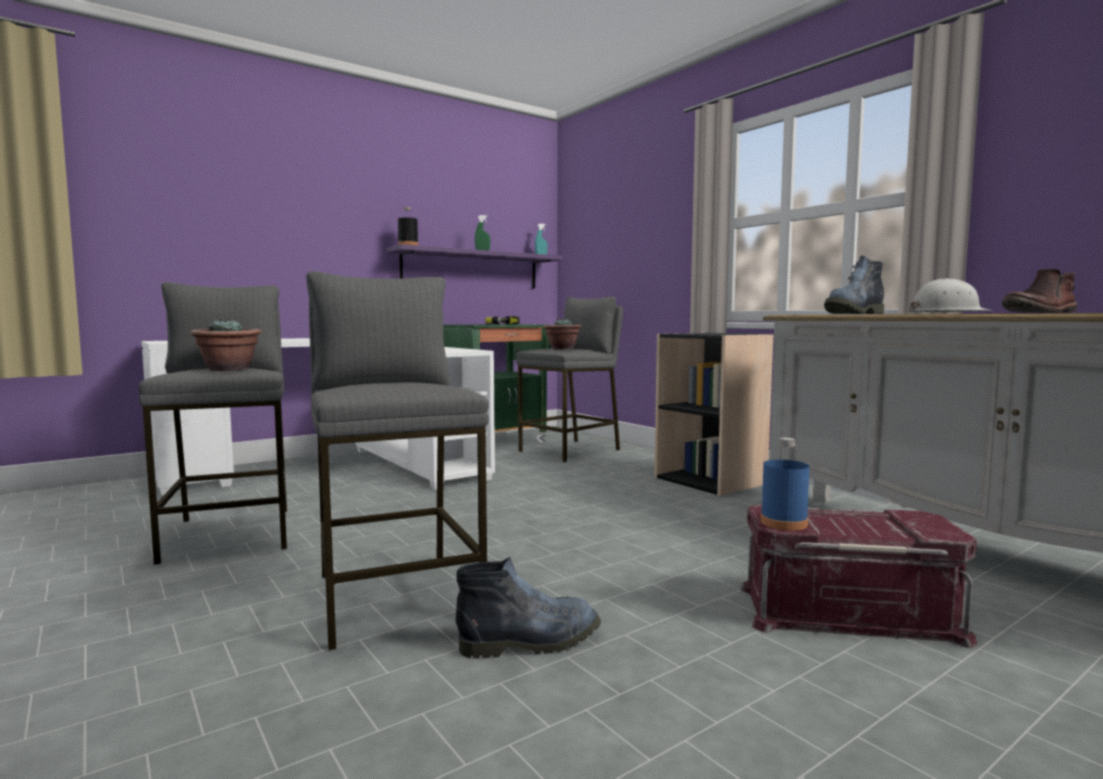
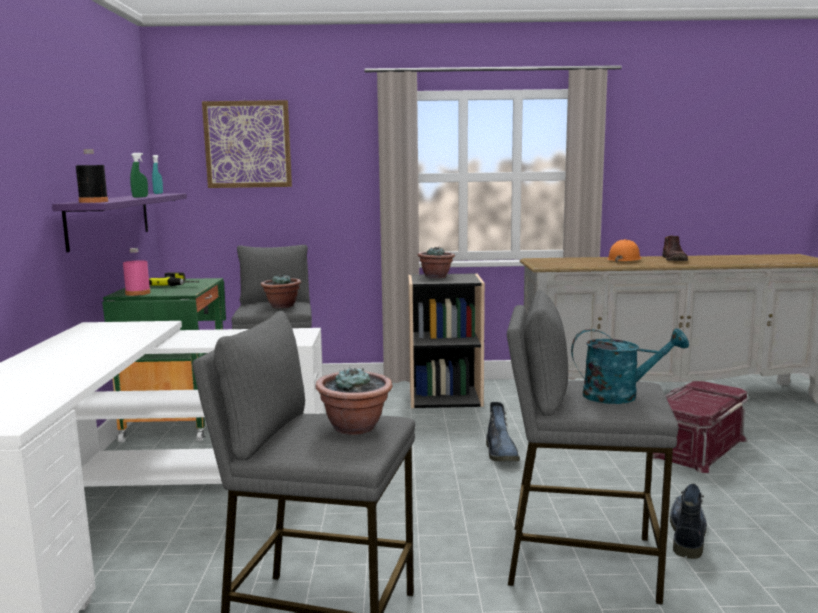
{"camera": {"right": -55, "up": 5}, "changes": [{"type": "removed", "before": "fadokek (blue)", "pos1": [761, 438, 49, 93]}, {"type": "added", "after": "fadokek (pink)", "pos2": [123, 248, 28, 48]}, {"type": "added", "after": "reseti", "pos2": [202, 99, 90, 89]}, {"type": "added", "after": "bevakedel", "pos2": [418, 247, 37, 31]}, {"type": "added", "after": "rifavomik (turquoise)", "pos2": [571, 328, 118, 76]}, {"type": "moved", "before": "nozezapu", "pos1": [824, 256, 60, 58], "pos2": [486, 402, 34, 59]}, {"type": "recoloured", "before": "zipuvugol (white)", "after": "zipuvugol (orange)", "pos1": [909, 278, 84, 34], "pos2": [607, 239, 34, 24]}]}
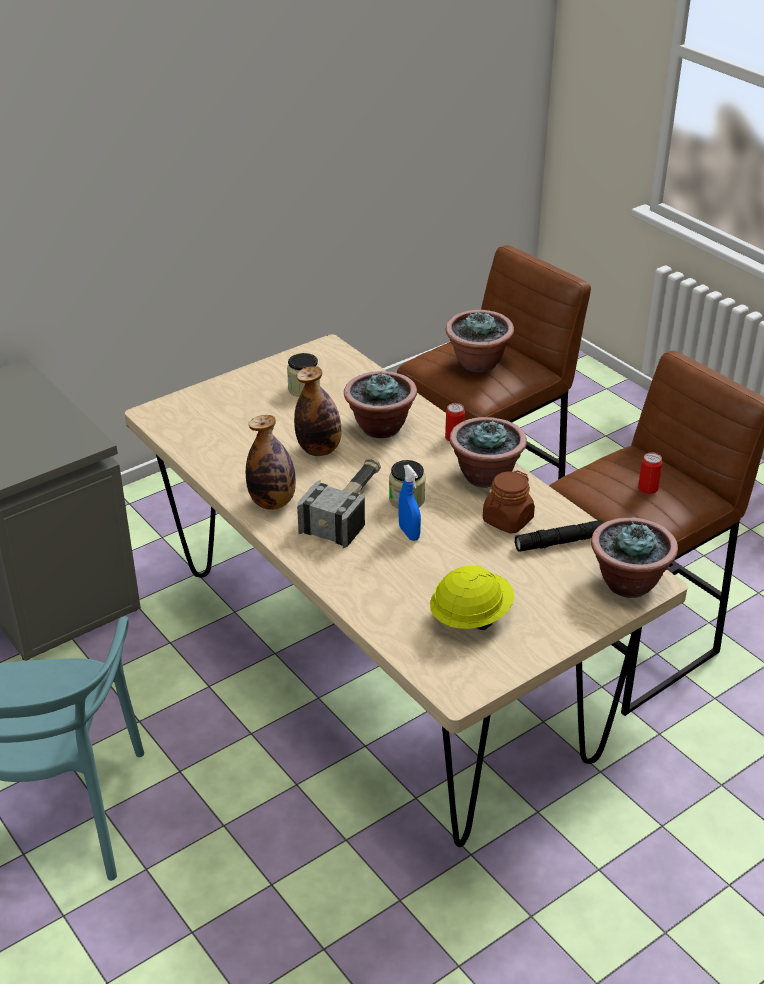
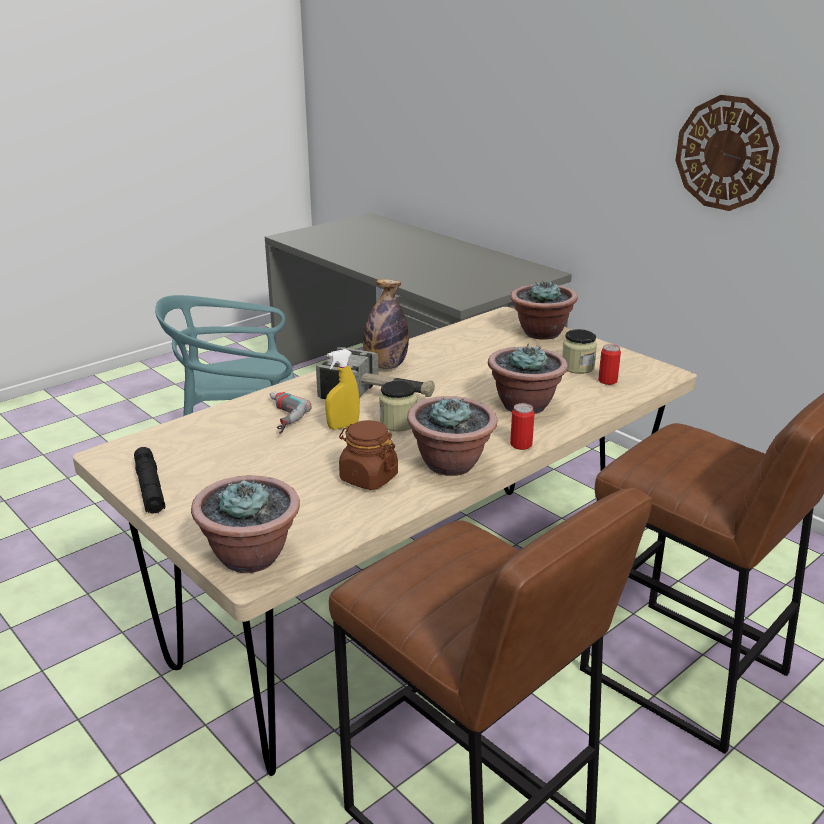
{"camera": {"right": 85, "up": -10}, "changes": [{"type": "removed", "before": "fadokek", "pos1": [294, 366, 47, 90]}, {"type": "removed", "before": "zipuvugol (yellow)", "pos1": [430, 566, 84, 64]}, {"type": "added", "after": "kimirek", "pos2": [270, 392, 42, 42]}, {"type": "added", "after": "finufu", "pos2": [675, 95, 105, 116]}, {"type": "moved", "before": "bevakedel", "pos1": [446, 310, 68, 62], "pos2": [510, 279, 68, 61]}, {"type": "moved", "before": "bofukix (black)", "pos1": [515, 520, 88, 32], "pos2": [134, 447, 31, 67]}, {"type": "moved", "before": "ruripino", "pos1": [638, 453, 25, 41], "pos2": [598, 344, 23, 41]}, {"type": "recoloured", "before": "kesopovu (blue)", "after": "kesopovu (yellow)", "pos1": [398, 464, 23, 77], "pos2": [325, 349, 35, 81]}]}
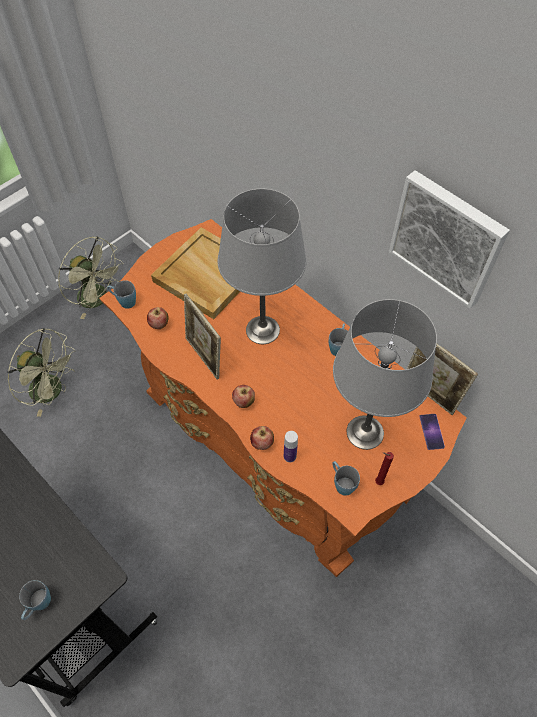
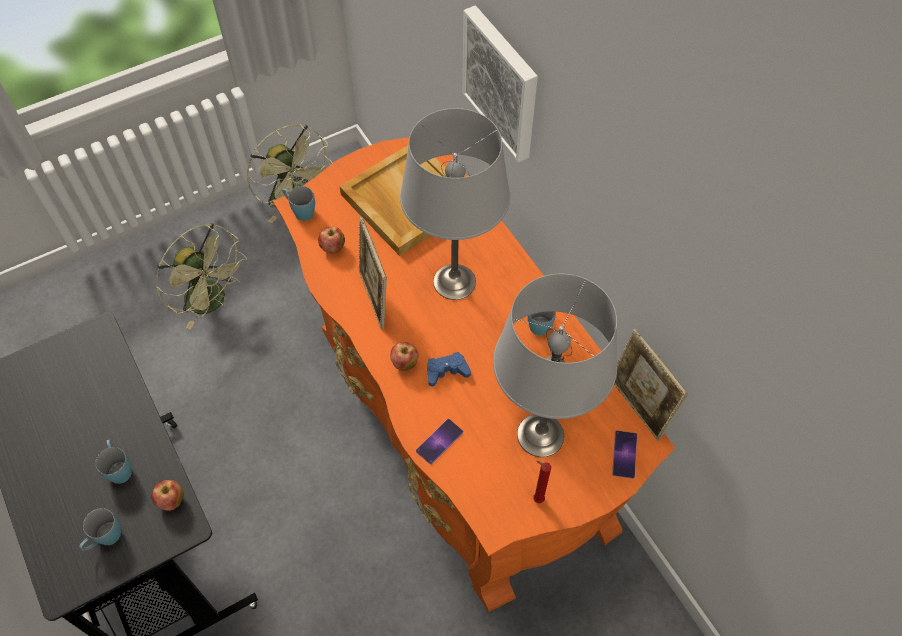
{"camera": {"right": 15, "up": 0}, "changes": [{"type": "added", "after": "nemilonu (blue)", "pos2": [427, 352, 44, 34]}, {"type": "moved", "before": "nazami", "pos1": [250, 426, 24, 24], "pos2": [151, 480, 33, 31]}, {"type": "moved", "before": "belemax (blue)", "pos1": [332, 461, 28, 35], "pos2": [95, 439, 37, 45]}, {"type": "moved", "before": "reseti", "pos1": [389, 170, 121, 139], "pos2": [462, 5, 76, 157]}, {"type": "replaced", "before": "fadokek", "after": "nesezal", "pos1": [284, 431, 14, 31], "pos2": [416, 419, 48, 46]}]}
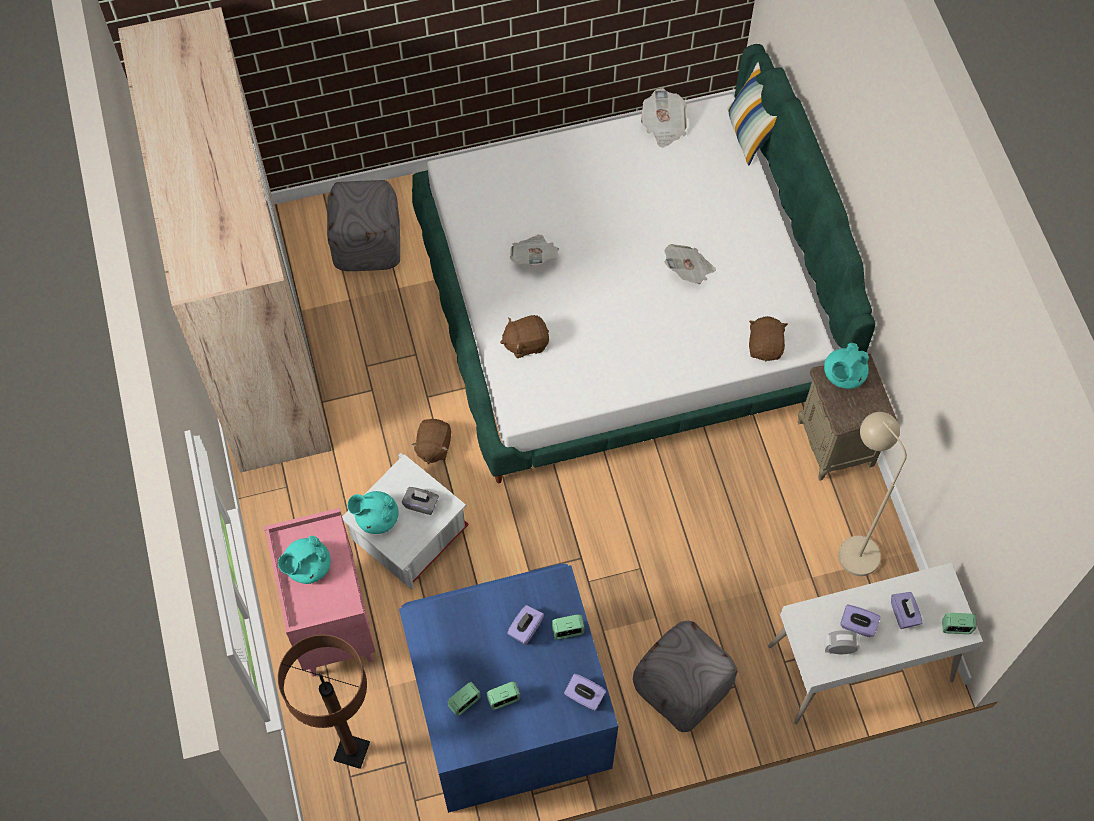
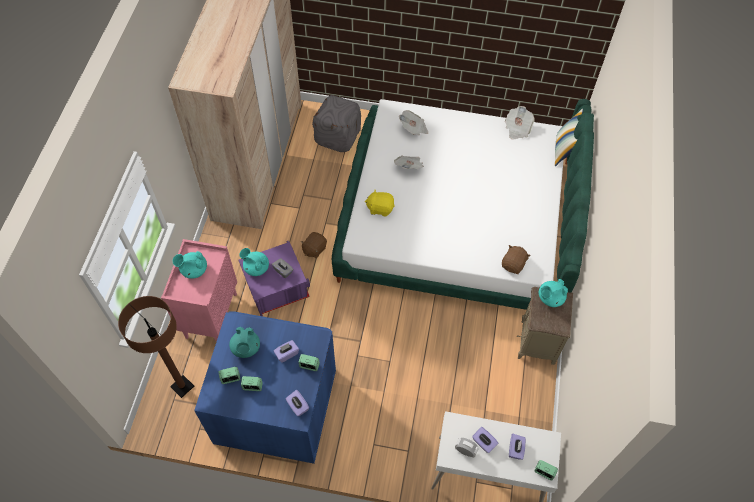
{"camera": {"right": 25, "up": -5}, "changes": [{"type": "removed", "before": "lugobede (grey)", "pos1": [633, 621, 105, 111]}, {"type": "removed", "before": "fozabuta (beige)", "pos1": [838, 412, 69, 164]}, {"type": "added", "after": "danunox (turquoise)", "pos2": [229, 327, 31, 31]}, {"type": "moved", "before": "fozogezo", "pos1": [664, 244, 52, 40], "pos2": [399, 110, 30, 25]}, {"type": "recoloured", "before": "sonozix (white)", "after": "sonozix (purple)", "pos1": [342, 453, 127, 137], "pos2": [238, 241, 72, 75]}, {"type": "recoloured", "before": "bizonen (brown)", "after": "bizonen (yellow)", "pos1": [500, 315, 49, 43], "pos2": [365, 190, 30, 27]}]}
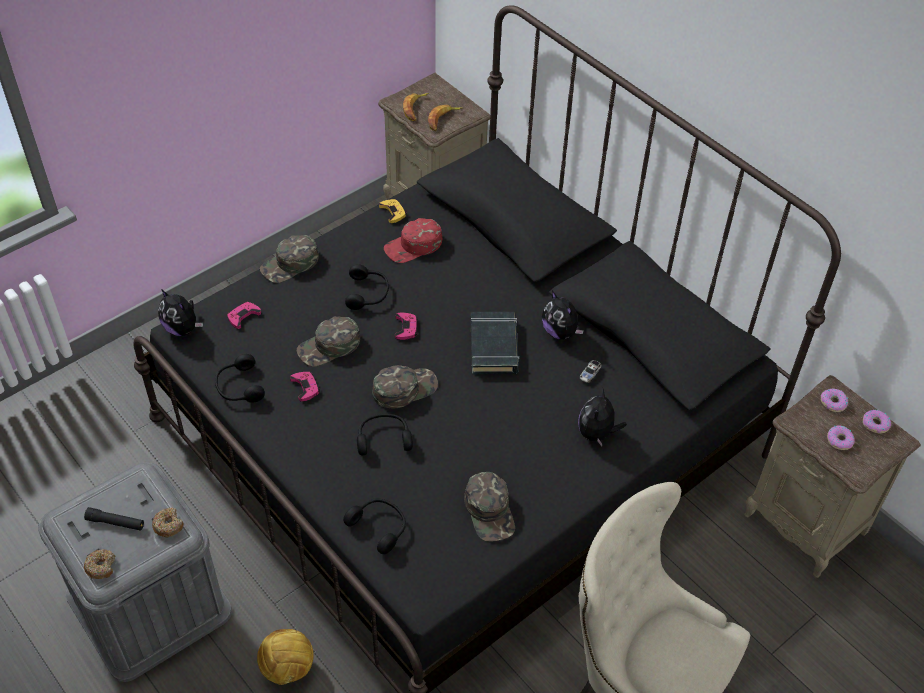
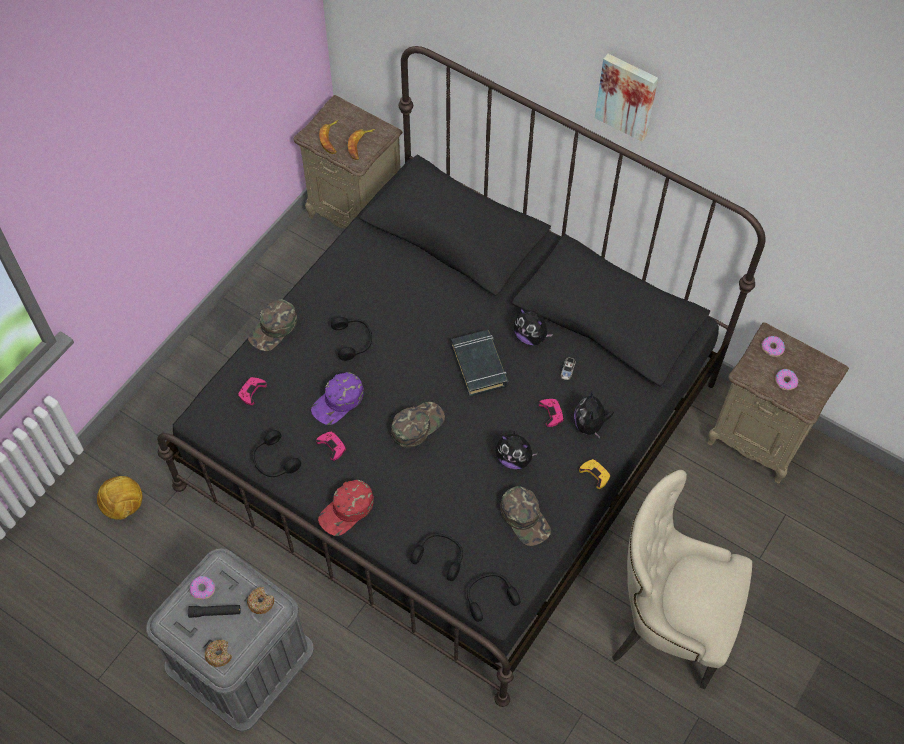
{"camera": {"right": -15, "up": 10}, "changes": [{"type": "added", "after": "reseti", "pos2": [595, 54, 63, 88]}, {"type": "moved", "before": "bizonen", "pos1": [158, 289, 45, 47], "pos2": [496, 431, 42, 38]}, {"type": "moved", "before": "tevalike", "pos1": [257, 629, 57, 56], "pos2": [97, 476, 45, 44]}, {"type": "moved", "before": "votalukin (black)", "pos1": [357, 414, 56, 41], "pos2": [467, 573, 53, 49]}, {"type": "moved", "before": "nemilonu (yellow)", "pos1": [379, 199, 28, 24], "pos2": [579, 459, 32, 30]}, {"type": "moved", "before": "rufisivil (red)", "pos1": [384, 218, 58, 45], "pos2": [318, 480, 56, 56]}, {"type": "moved", "before": "nemilonu (pink)", "pos1": [395, 312, 23, 28], "pos2": [539, 399, 26, 28]}, {"type": "moved", "before": "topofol", "pos1": [863, 410, 28, 24], "pos2": [190, 576, 25, 24]}, {"type": "recoloured", "before": "rufisivil (green)", "after": "rufisivil (purple)", "pos1": [297, 316, 63, 50], "pos2": [311, 372, 53, 53]}]}
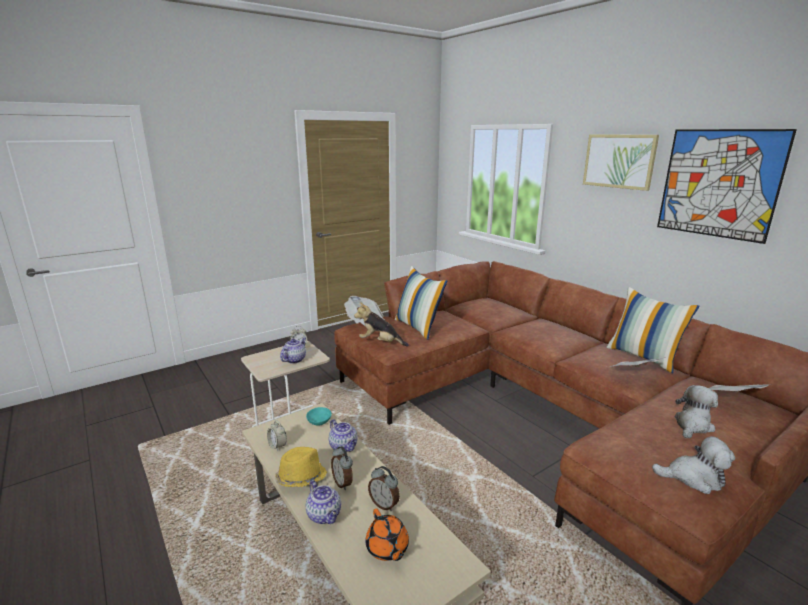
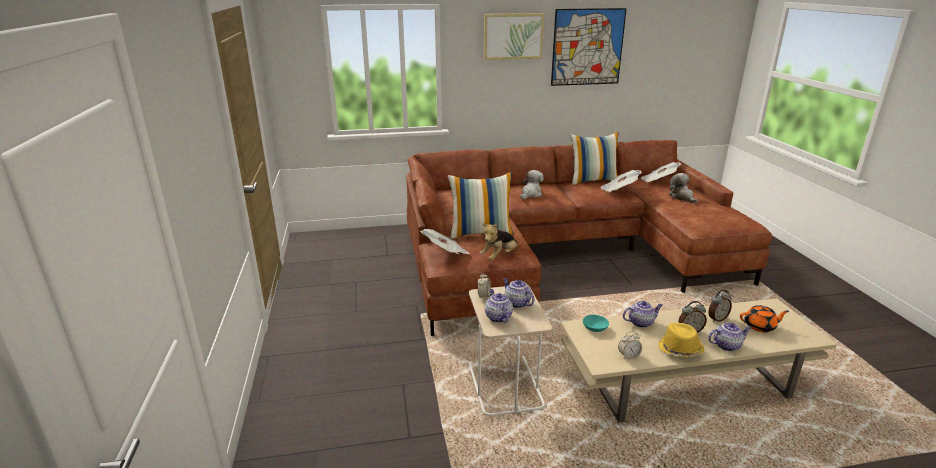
{"camera": {"right": -65, "up": 5}, "changes": [{"type": "added", "after": "danunox", "pos2": [485, 289, 28, 34]}, {"type": "moved", "before": "bizonen", "pos1": [652, 436, 83, 58], "pos2": [520, 170, 24, 29]}]}
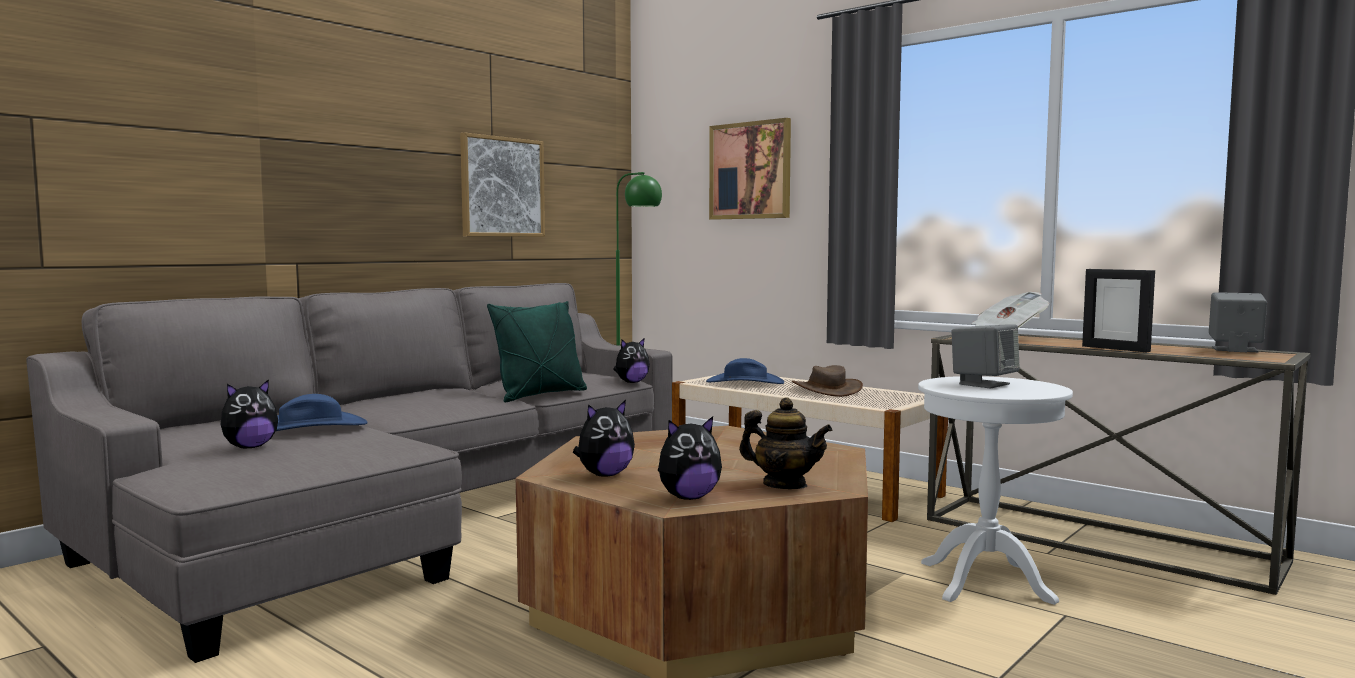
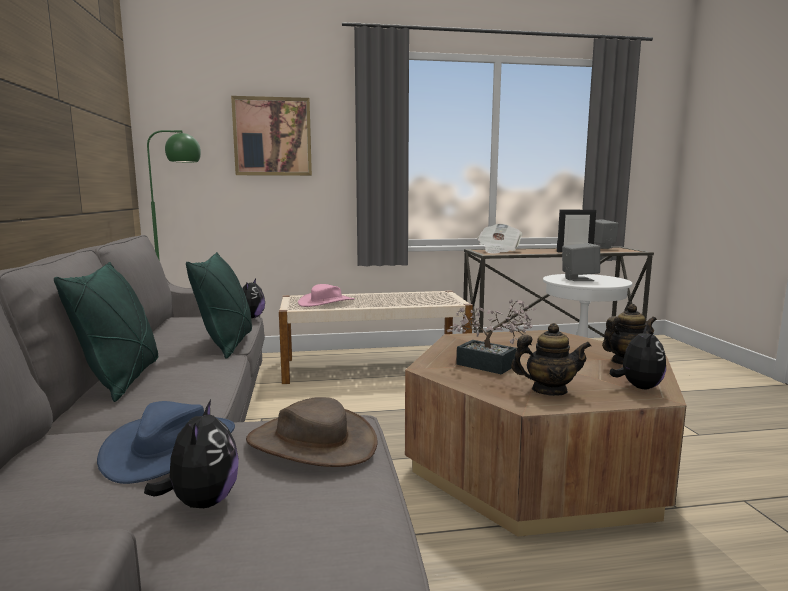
{"camera": {"right": -50, "up": 5}, "changes": [{"type": "removed", "before": "reseti", "pos1": [460, 132, 85, 105]}, {"type": "added", "after": "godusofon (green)", "pos2": [54, 262, 104, 140]}, {"type": "added", "after": "bevakedel", "pos2": [447, 300, 89, 75]}, {"type": "moved", "before": "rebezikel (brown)", "pos1": [792, 365, 71, 32], "pos2": [246, 397, 131, 70]}, {"type": "replaced", "before": "bizonen", "after": "danunox", "pos1": [573, 400, 62, 77], "pos2": [511, 323, 80, 73]}, {"type": "recoloured", "before": "rebezikel (blue)", "after": "rebezikel (pink)", "pos1": [706, 358, 78, 26], "pos2": [298, 284, 57, 23]}]}
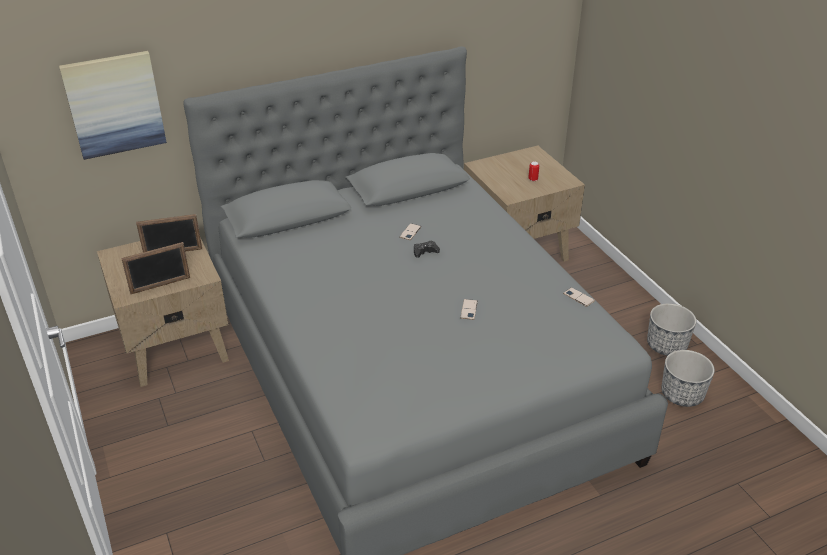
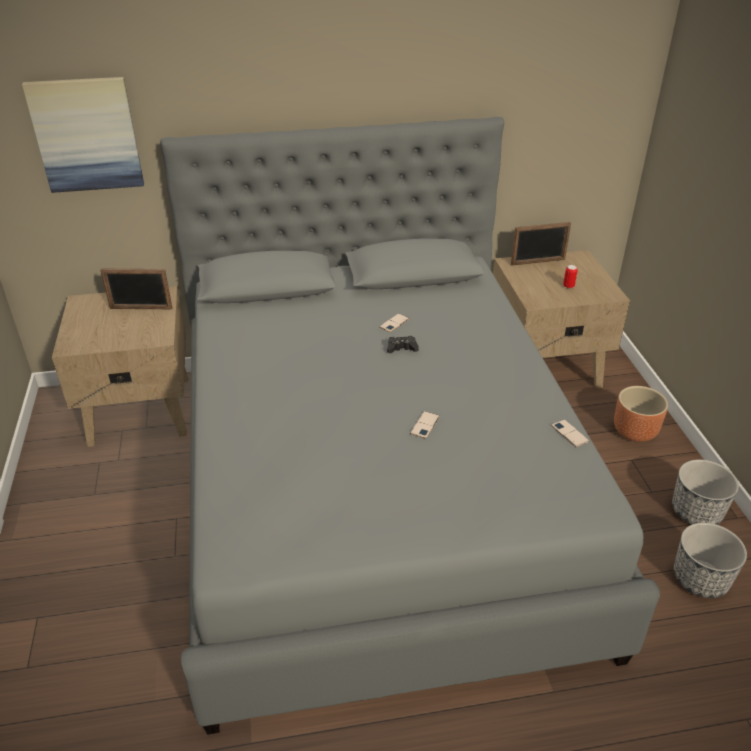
{"camera": {"right": 15, "up": 0}, "changes": [{"type": "added", "after": "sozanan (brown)", "pos2": [614, 386, 54, 56]}, {"type": "moved", "before": "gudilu", "pos1": [121, 242, 69, 52], "pos2": [511, 222, 60, 44]}]}
